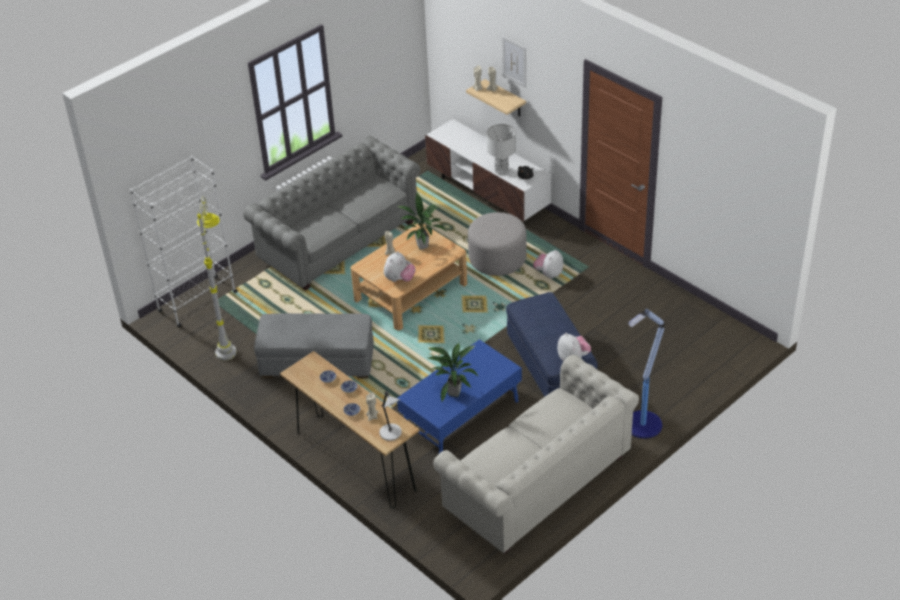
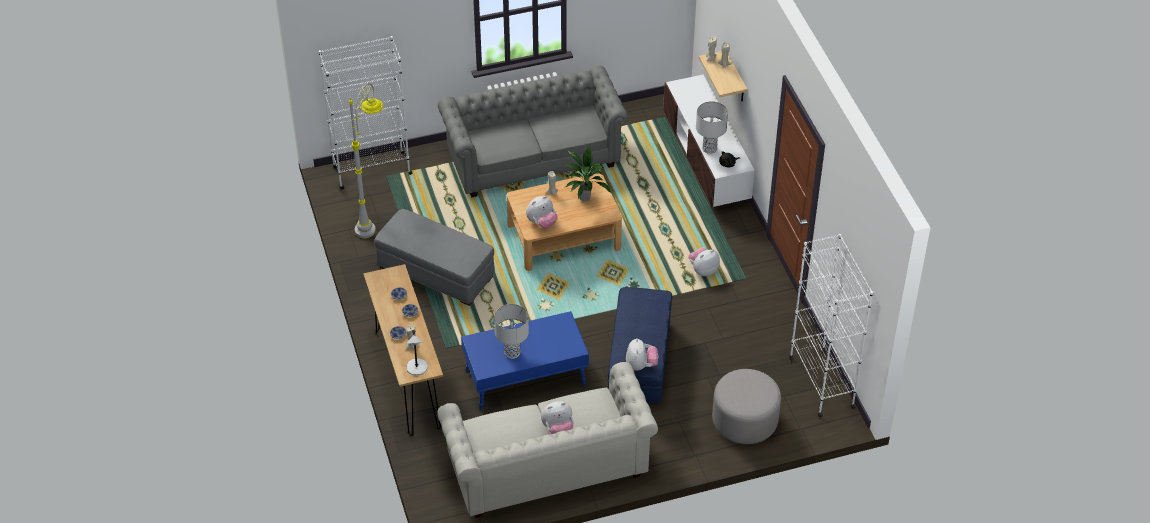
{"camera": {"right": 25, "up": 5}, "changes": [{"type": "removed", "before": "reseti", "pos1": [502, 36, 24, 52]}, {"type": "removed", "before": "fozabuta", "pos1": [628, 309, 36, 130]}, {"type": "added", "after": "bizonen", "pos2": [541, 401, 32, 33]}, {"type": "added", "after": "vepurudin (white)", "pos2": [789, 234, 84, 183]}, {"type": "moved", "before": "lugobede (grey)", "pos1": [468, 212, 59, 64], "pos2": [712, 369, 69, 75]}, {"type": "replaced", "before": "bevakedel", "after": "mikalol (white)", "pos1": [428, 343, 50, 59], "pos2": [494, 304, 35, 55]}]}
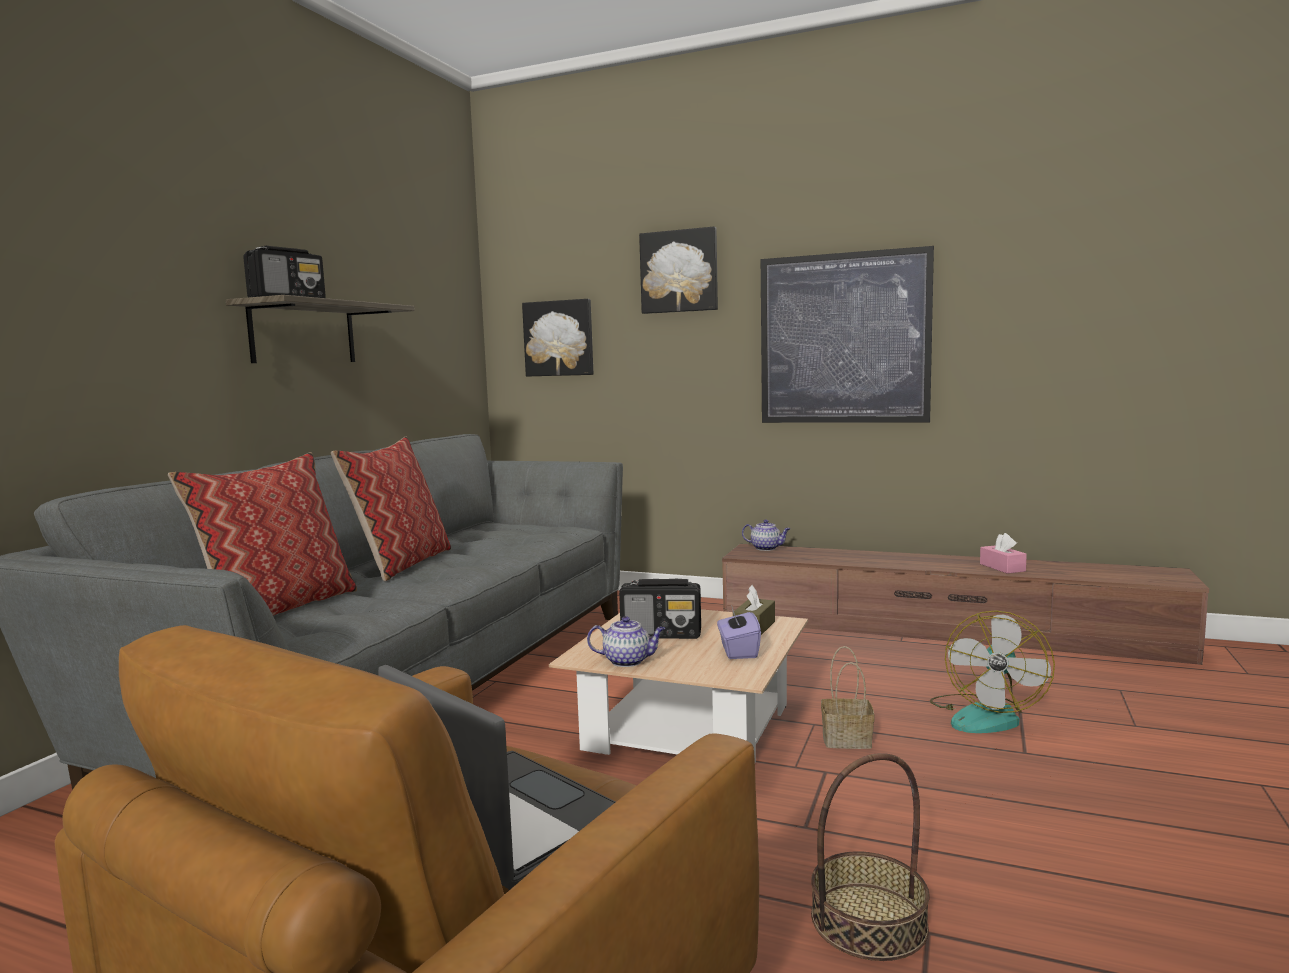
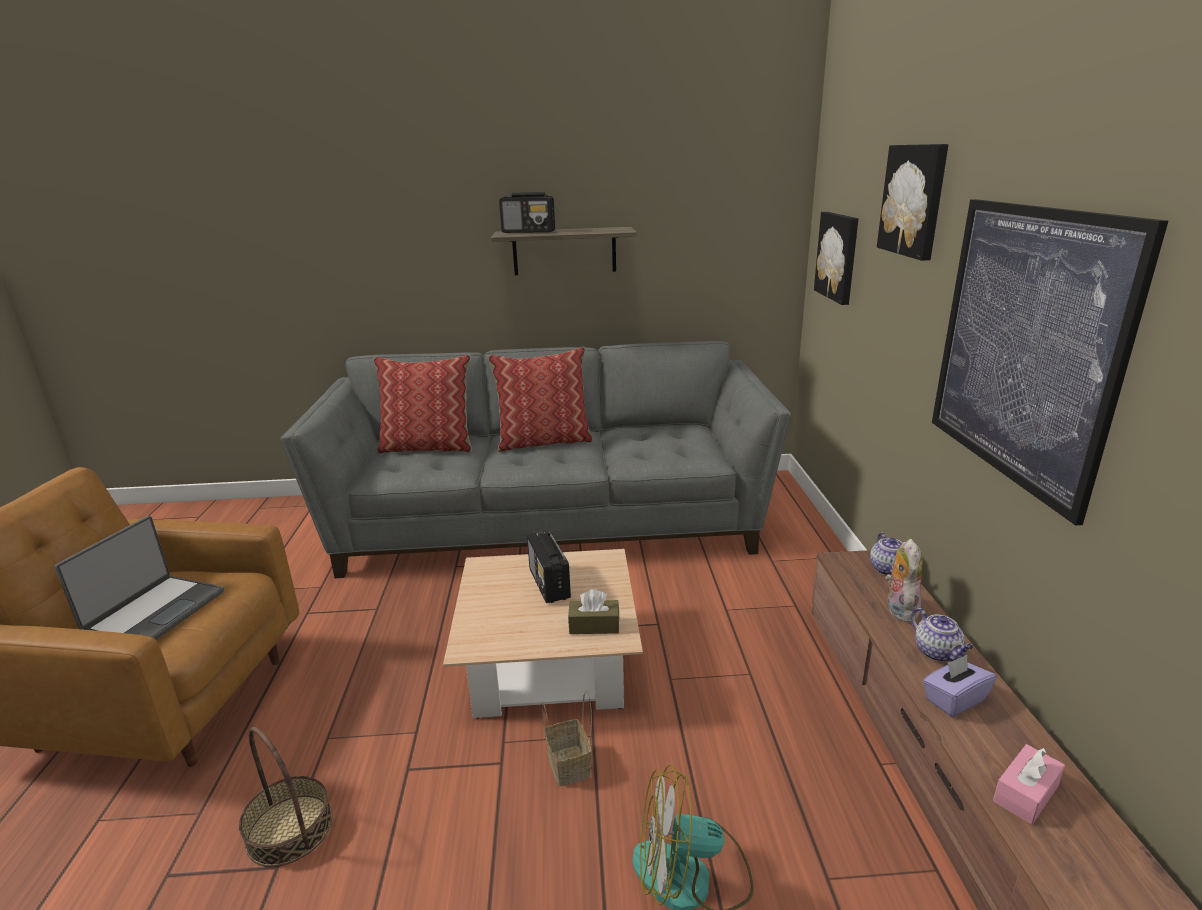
{"camera": {"right": 65, "up": 15}, "changes": [{"type": "added", "after": "bizonen", "pos2": [885, 539, 38, 84]}, {"type": "moved", "before": "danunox", "pos1": [587, 616, 78, 51], "pos2": [911, 608, 63, 53]}, {"type": "moved", "before": "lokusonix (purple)", "pos1": [717, 605, 44, 54], "pos2": [923, 655, 73, 62]}]}
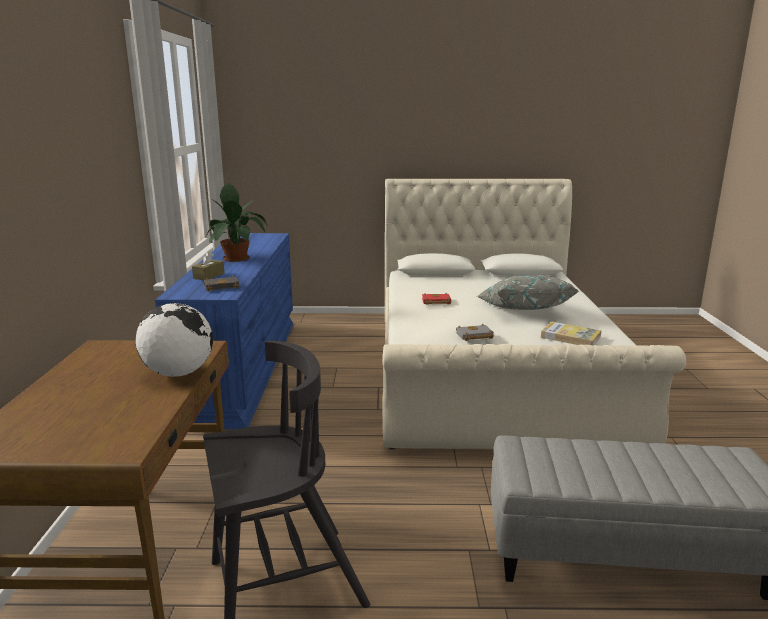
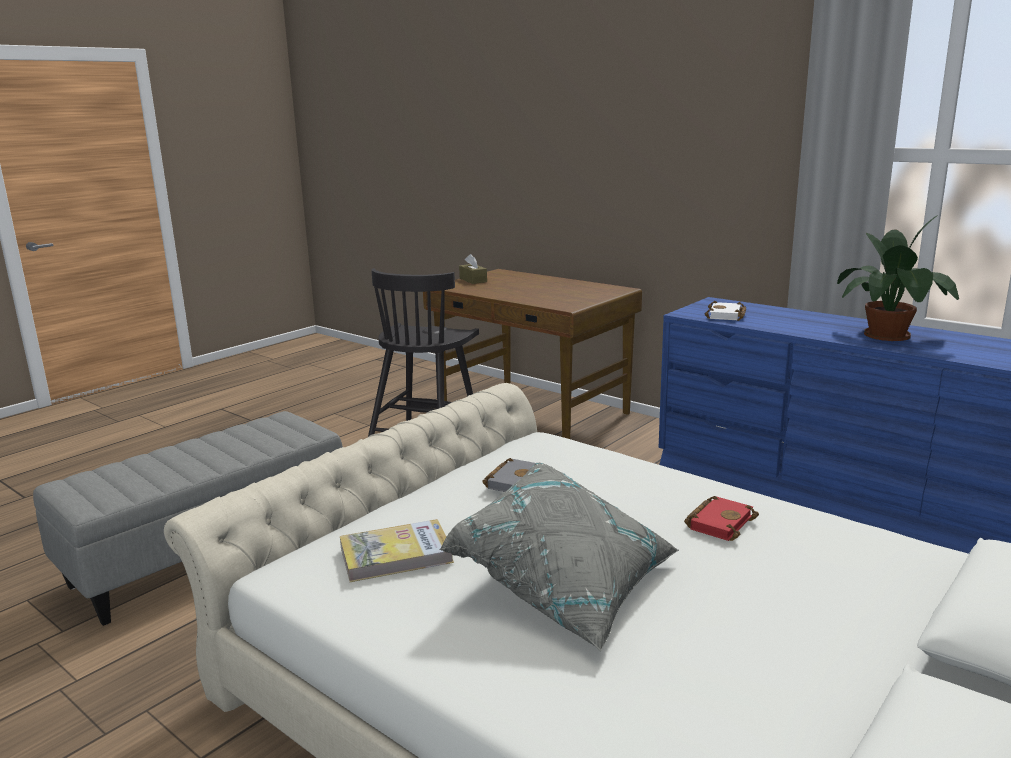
{"camera": {"right": 130, "up": 0}, "changes": [{"type": "removed", "before": "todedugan", "pos1": [135, 303, 78, 74]}, {"type": "moved", "before": "lokusonix (brown)", "pos1": [192, 251, 33, 29], "pos2": [459, 254, 28, 30]}, {"type": "recoloured", "before": "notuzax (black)", "after": "notuzax (white)", "pos1": [204, 276, 35, 15], "pos2": [705, 301, 41, 20]}]}
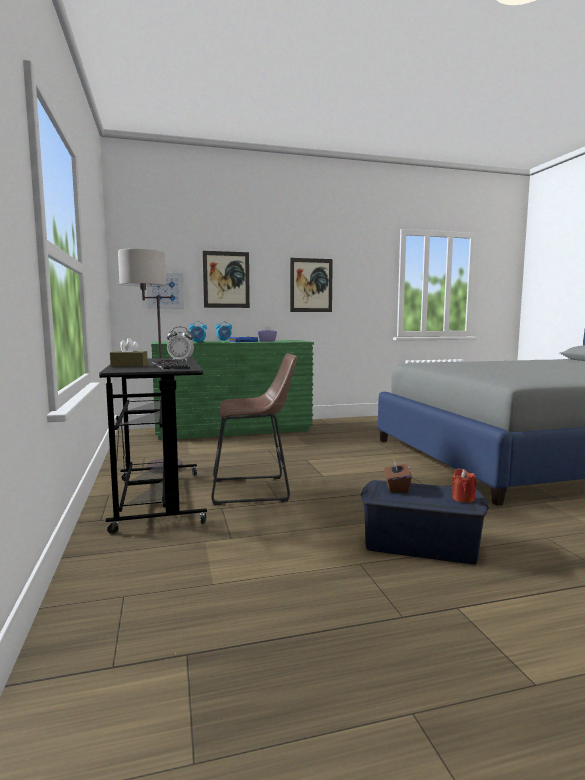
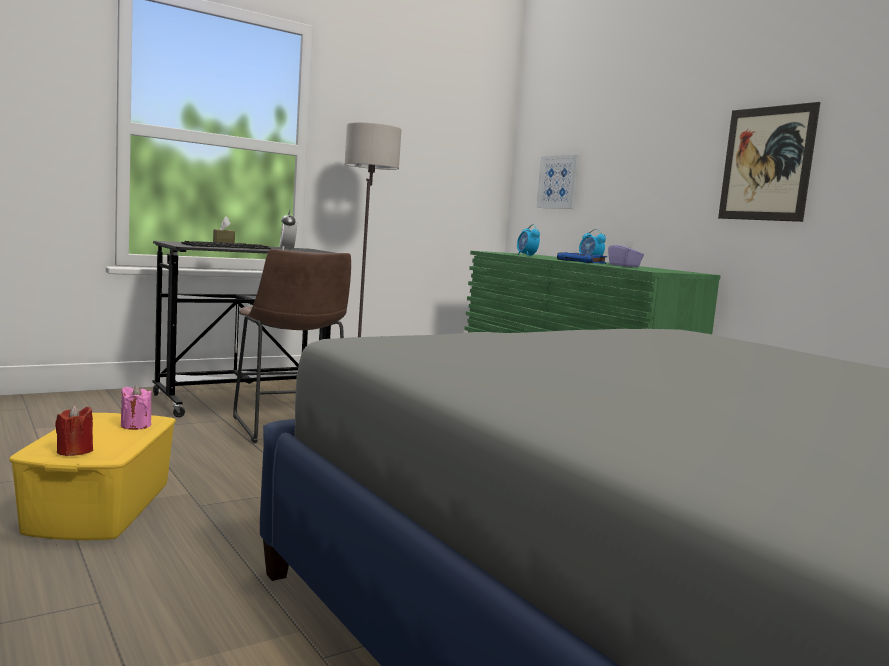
{"camera": {"right": 70, "up": 0}, "changes": [{"type": "removed", "before": "reseti", "pos1": [203, 251, 47, 57]}, {"type": "replaced", "before": "lokusonix (brown)", "after": "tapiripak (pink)", "pos1": [384, 460, 28, 33], "pos2": [121, 385, 31, 45]}, {"type": "recoloured", "before": "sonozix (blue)", "after": "sonozix (yellow)", "pos1": [361, 480, 128, 84], "pos2": [9, 413, 167, 127]}]}
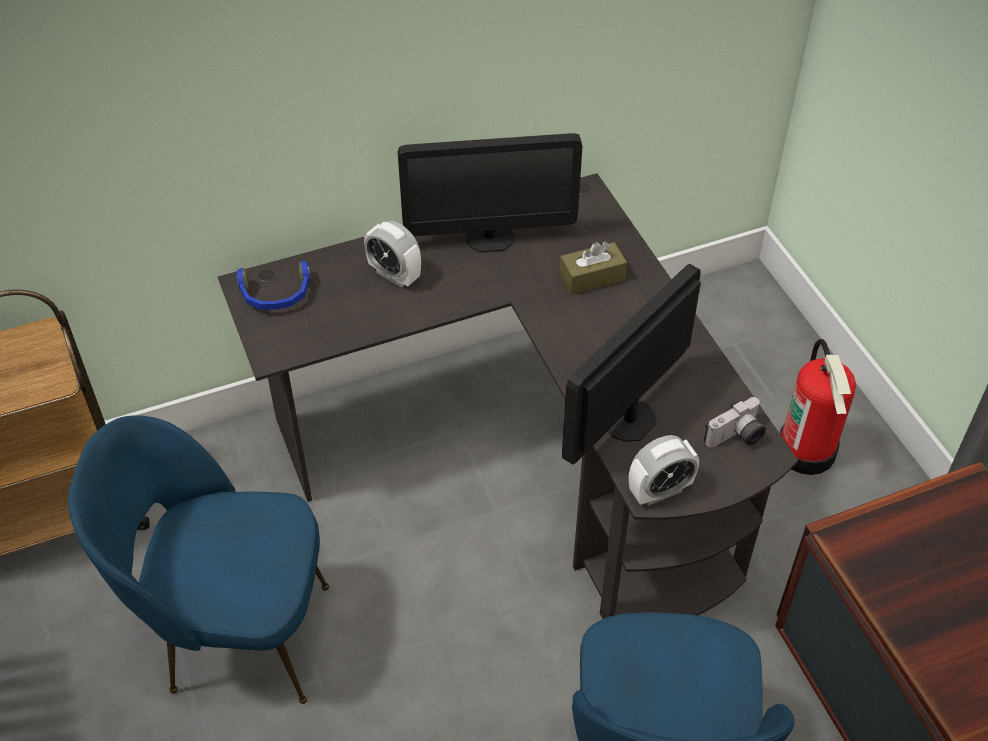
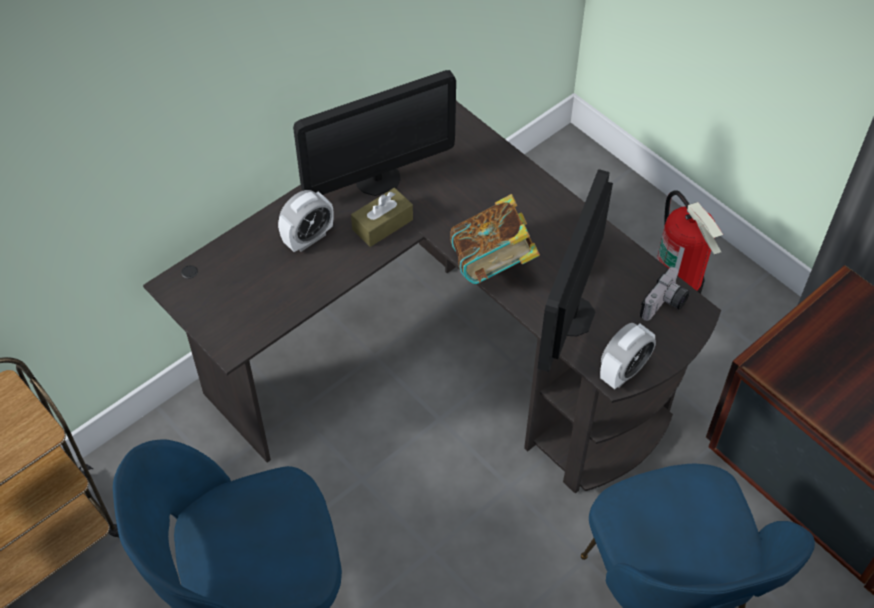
{"camera": {"right": -20, "up": 5}, "changes": [{"type": "removed", "before": "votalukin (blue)", "pos1": [237, 261, 73, 49]}, {"type": "added", "after": "notuzax", "pos2": [450, 194, 90, 90]}, {"type": "moved", "before": "lokusonix (brown)", "pos1": [559, 242, 68, 53], "pos2": [351, 188, 62, 59]}, {"type": "turned", "before": "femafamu", "pos1": [364, 221, 57, 66], "pos2": [278, 190, 56, 62], "turn": -60}]}
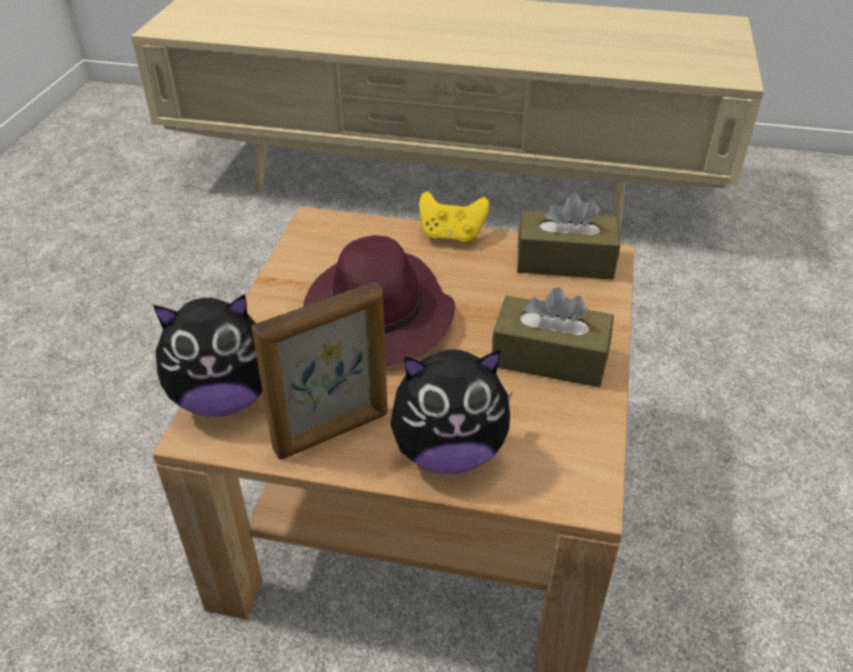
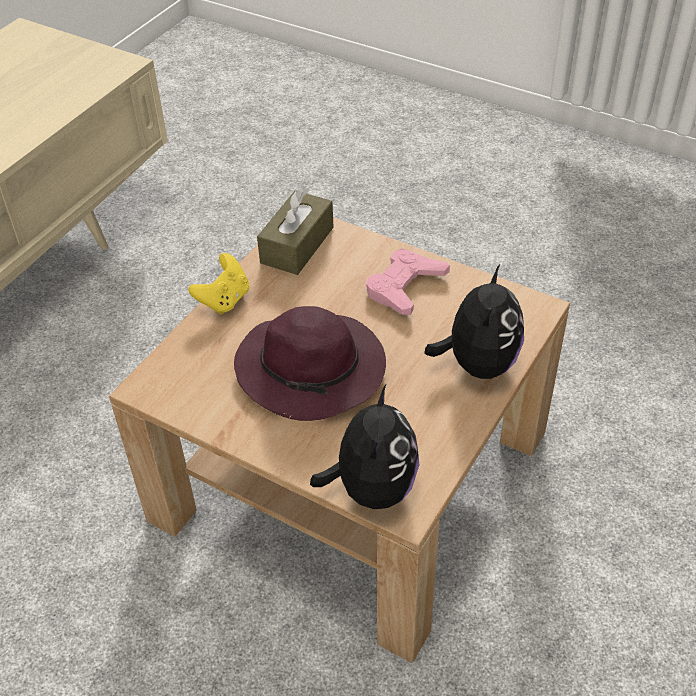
{"camera": {"right": -70, "up": 5}, "changes": [{"type": "removed", "before": "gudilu", "pos1": [251, 282, 137, 177]}, {"type": "replaced", "before": "lokusonix (brown)", "after": "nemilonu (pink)", "pos1": [492, 287, 122, 100], "pos2": [366, 248, 84, 67]}]}
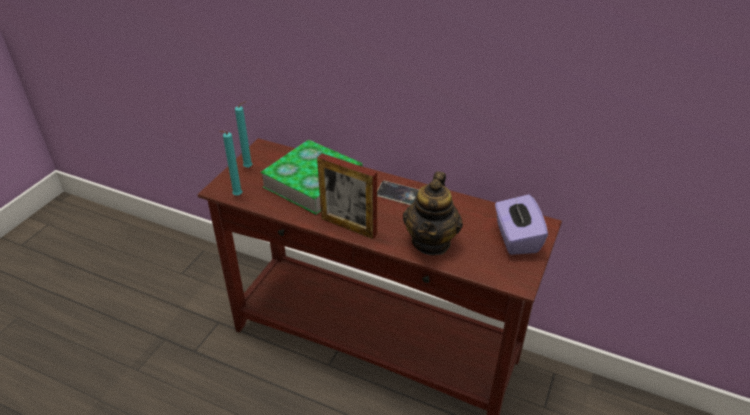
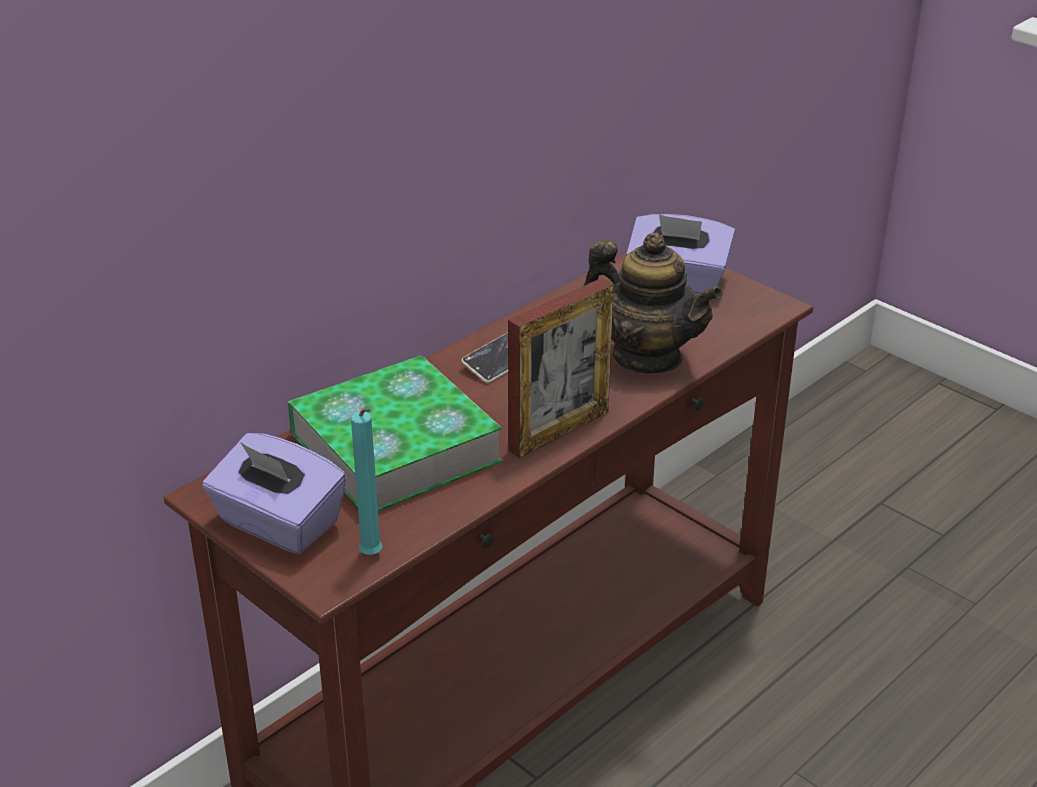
{"camera": {"right": -70, "up": -5}, "changes": [{"type": "replaced", "before": "tapiripak (turquoise)", "after": "lokusonix (purple)", "pos1": [235, 101, 18, 67], "pos2": [203, 433, 144, 121]}]}
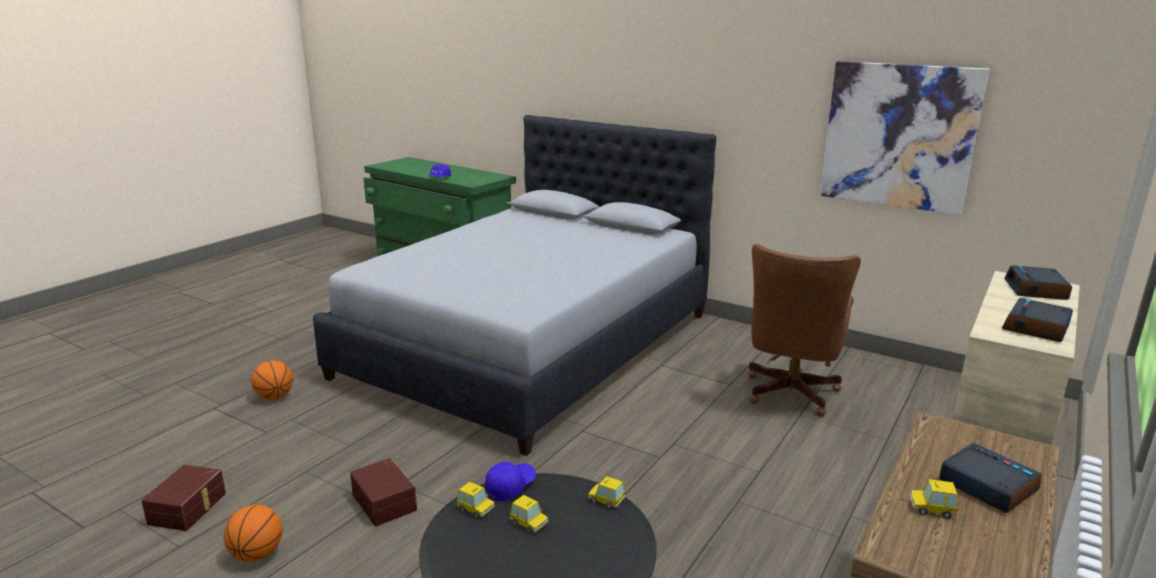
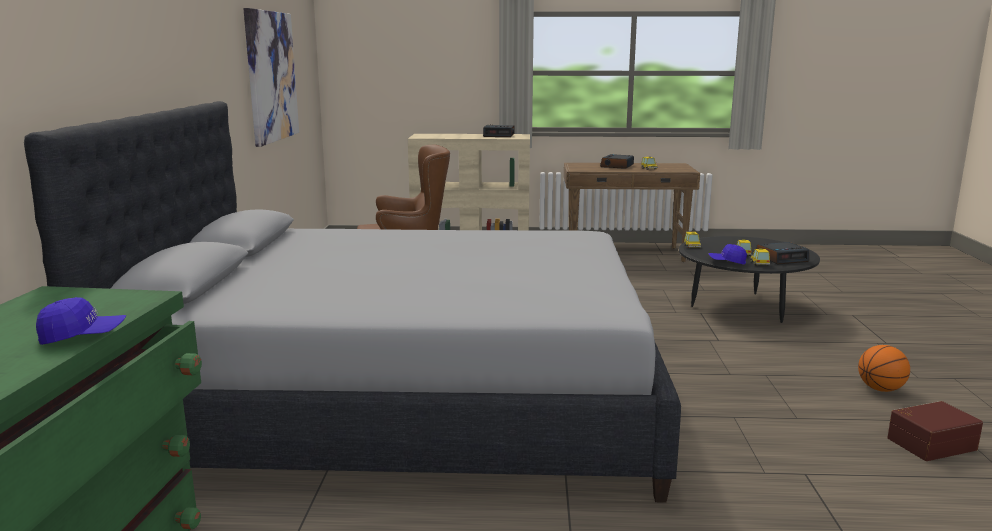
{"camera": {"right": -120, "up": -5}, "changes": [{"type": "removed", "before": "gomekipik", "pos1": [251, 360, 42, 40]}, {"type": "removed", "before": "sonozix (brown)", "pos1": [350, 458, 67, 68]}, {"type": "moved", "before": "femafamu", "pos1": [1005, 265, 67, 35], "pos2": [757, 242, 53, 22]}]}
